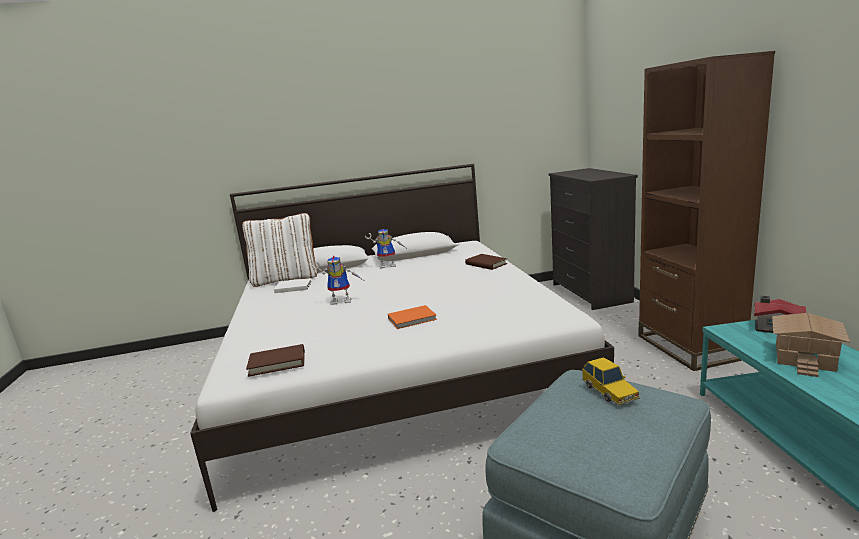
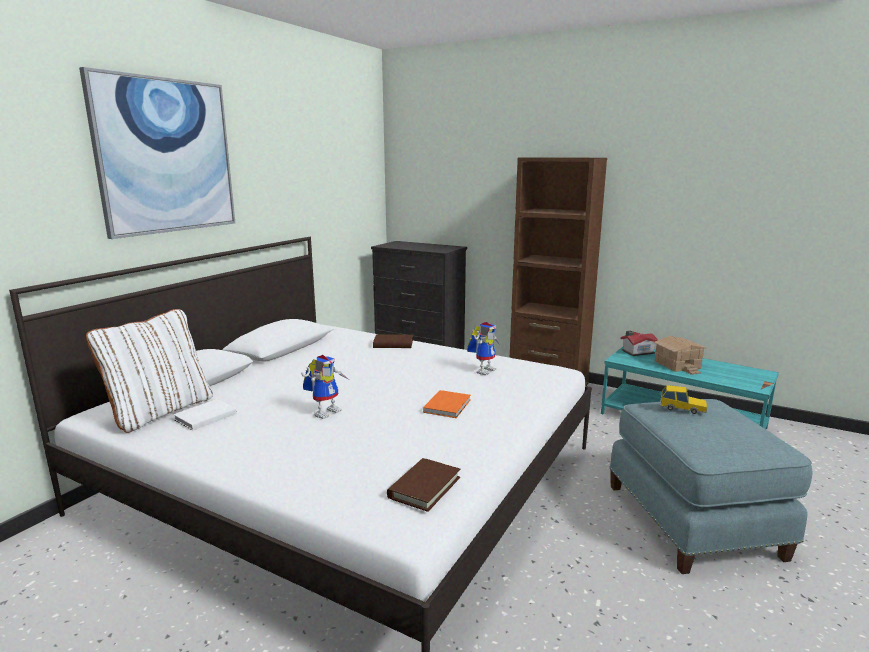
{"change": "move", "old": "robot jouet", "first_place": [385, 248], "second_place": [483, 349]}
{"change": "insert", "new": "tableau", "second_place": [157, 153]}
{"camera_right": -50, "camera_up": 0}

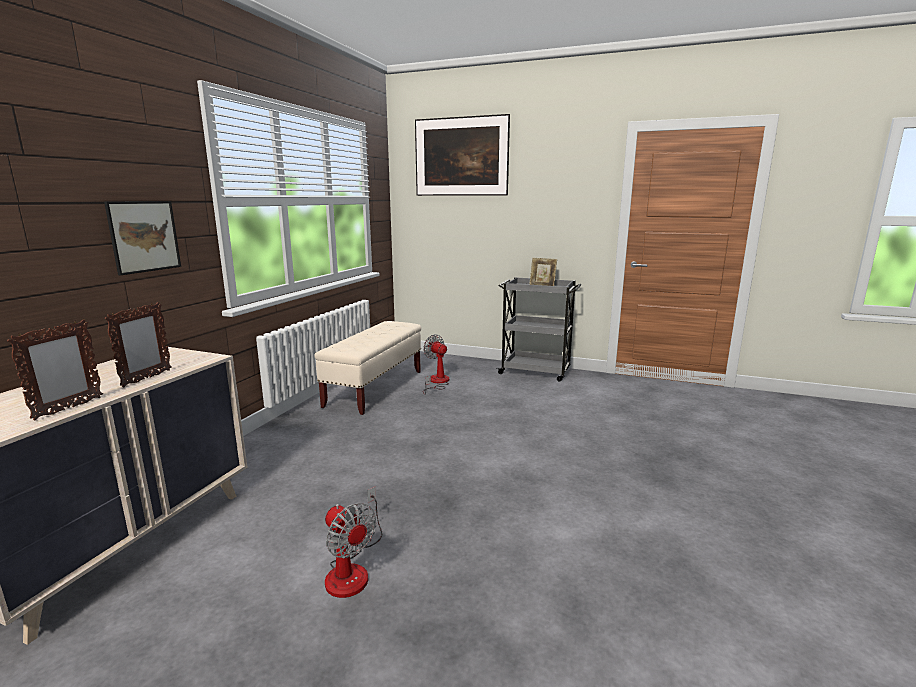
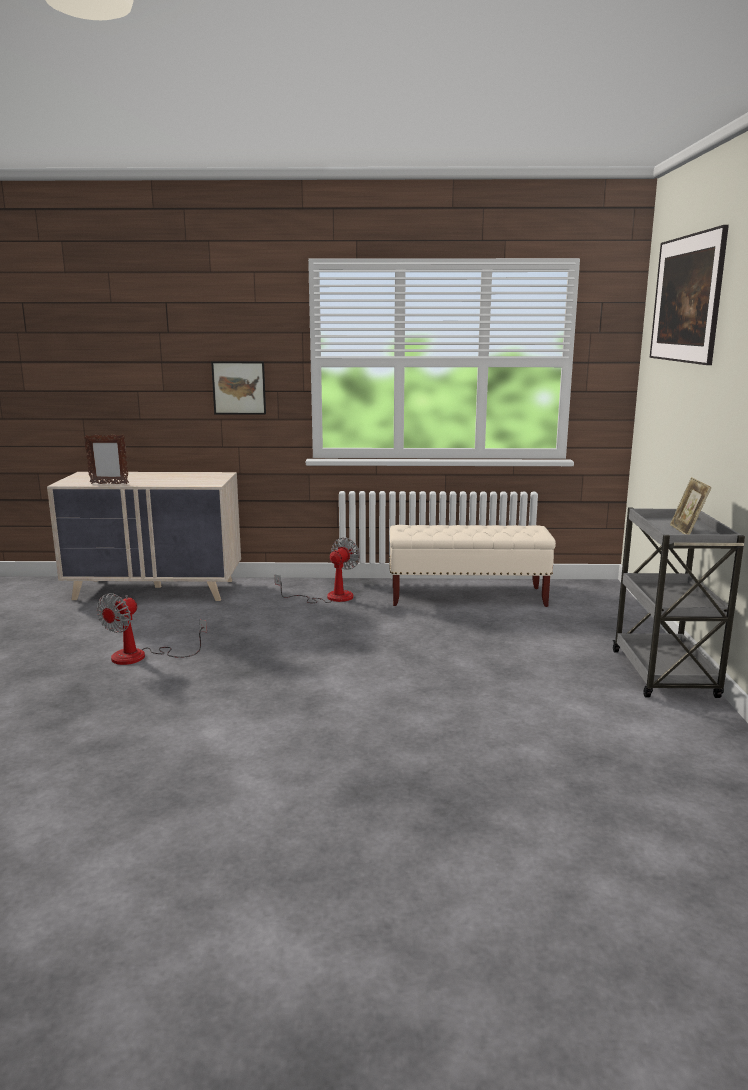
{"change": "delete", "old": "cadre photo", "first_place": [138, 344]}
{"change": "move", "old": "ventilateur", "first_place": [436, 364], "second_place": [317, 570]}
{"camera_right": 70, "camera_up": 0}

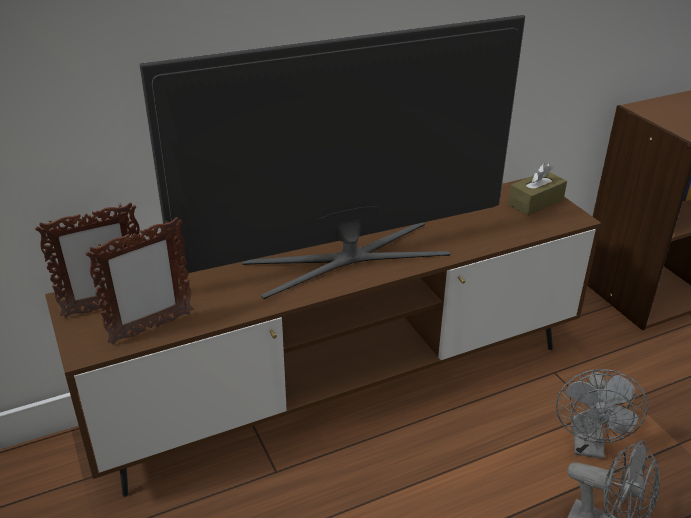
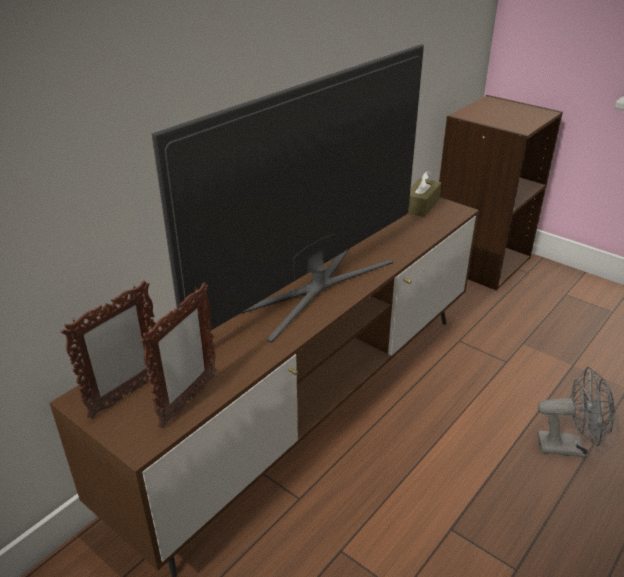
{"change": "delete", "old": "ventilateur/gris", "first_place": [602, 414]}
{"camera_right": -25, "camera_up": 0}

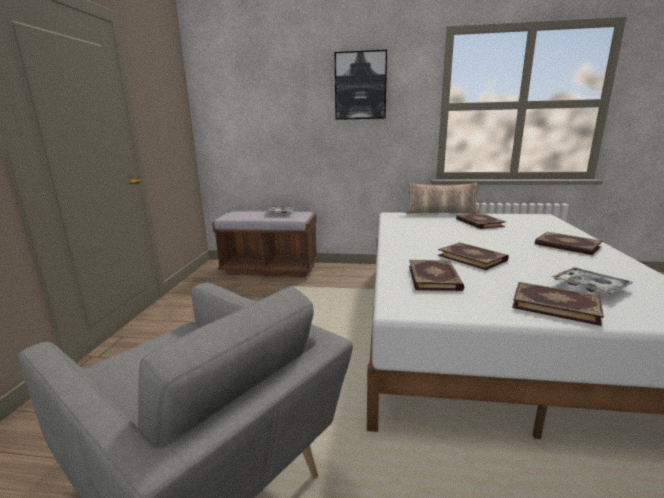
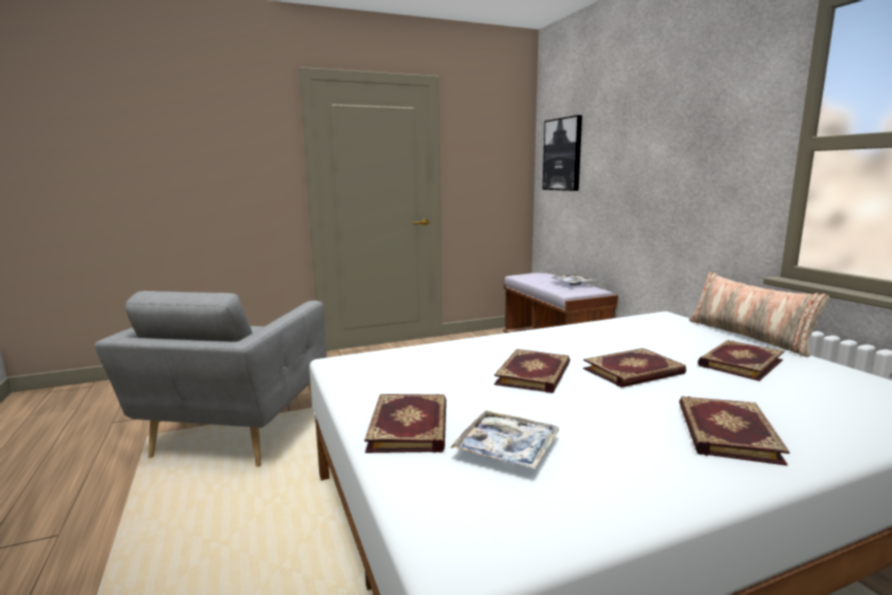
{"change": "move", "old": "tableau", "first_place": [361, 85], "second_place": [562, 153]}
{"change": "move", "old": "livre", "first_place": [436, 275], "second_place": [634, 368]}
{"camera_right": 60, "camera_up": -5}

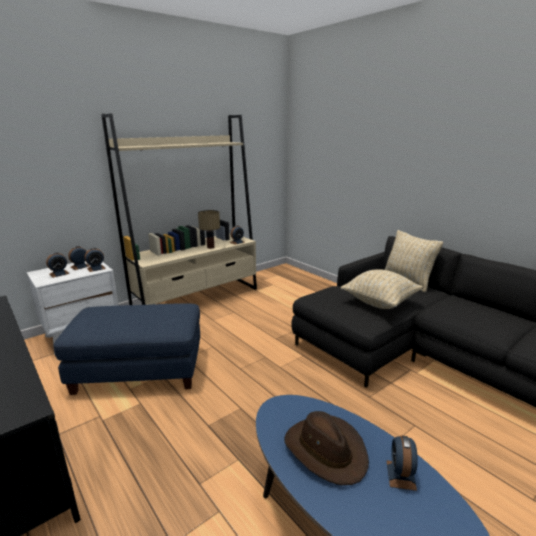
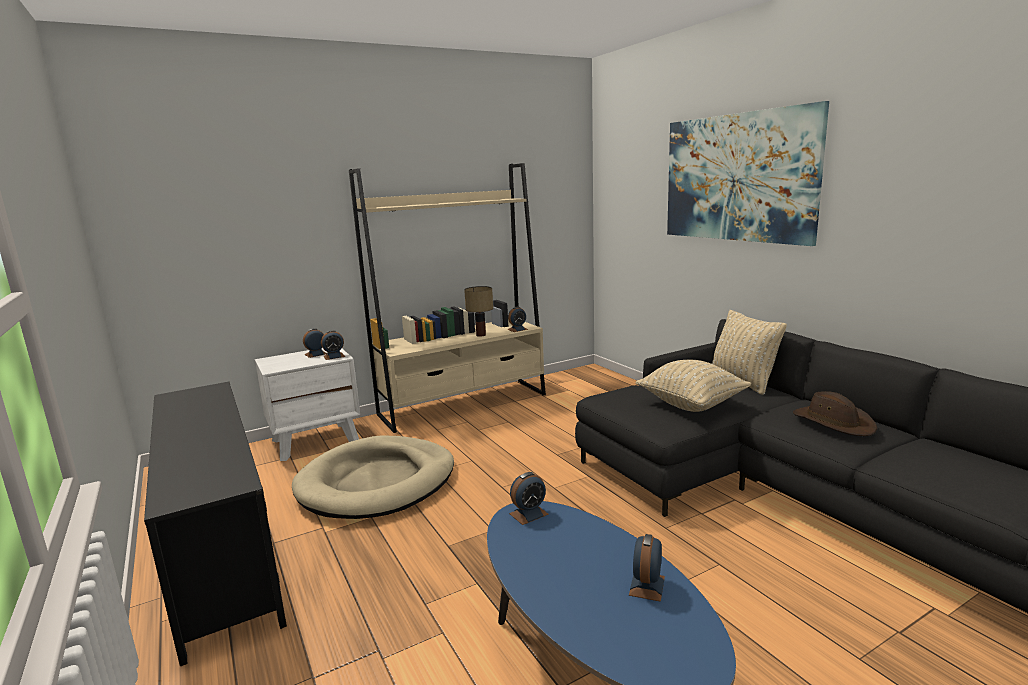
{"change": "move", "old": "réveil", "first_place": [58, 265], "second_place": [529, 498]}
{"change": "replace", "old": "pouf/bleu", "new": "panier pour chien/beige", "first_place": [126, 349], "second_place": [373, 477]}
{"change": "move", "old": "chapeau/marron", "first_place": [327, 448], "second_place": [835, 413]}
{"change": "insert", "new": "tableau", "second_place": [748, 173]}
{"camera_right": 10, "camera_up": -5}

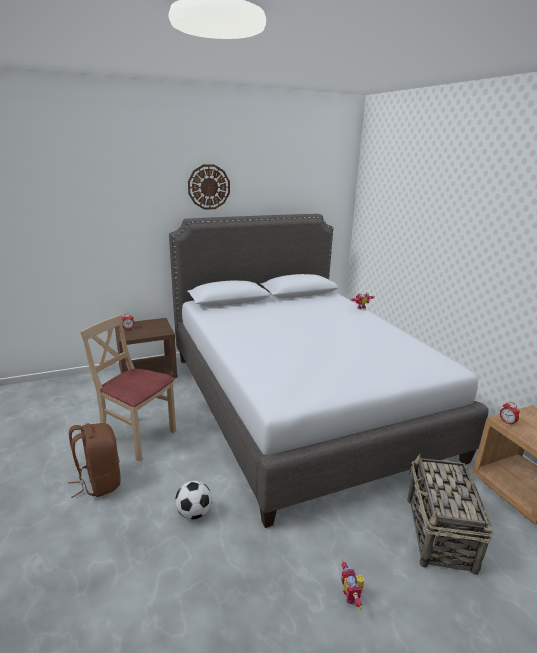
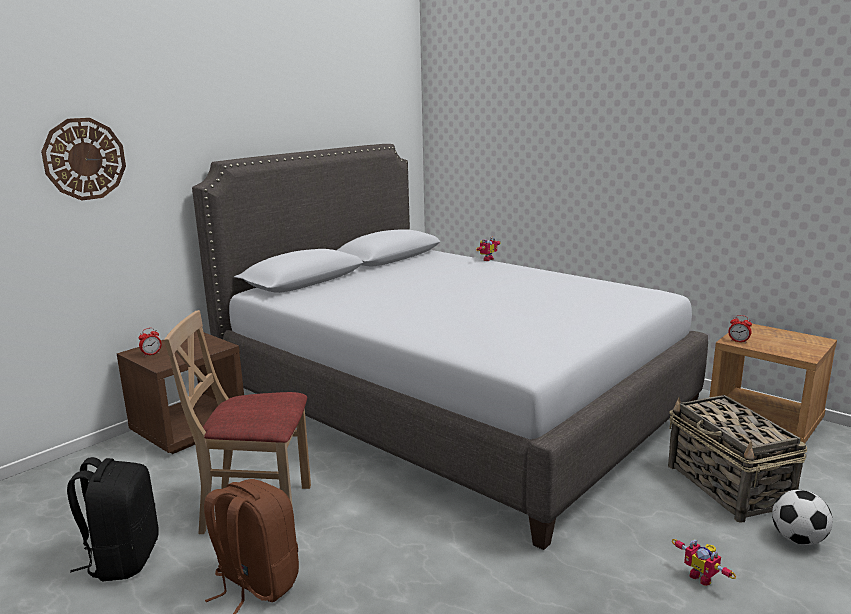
{"change": "move", "old": "horloge murale", "first_place": [209, 187], "second_place": [83, 159]}
{"change": "move", "old": "ballon de foot", "first_place": [193, 500], "second_place": [802, 517]}
{"change": "insert", "new": "sac à dos/noir", "second_place": [113, 519]}
{"camera_right": -25, "camera_up": -5}

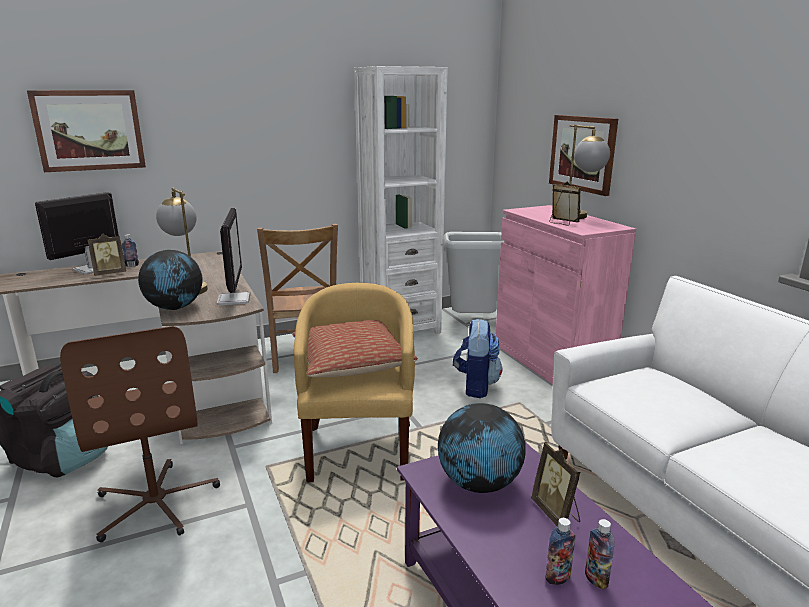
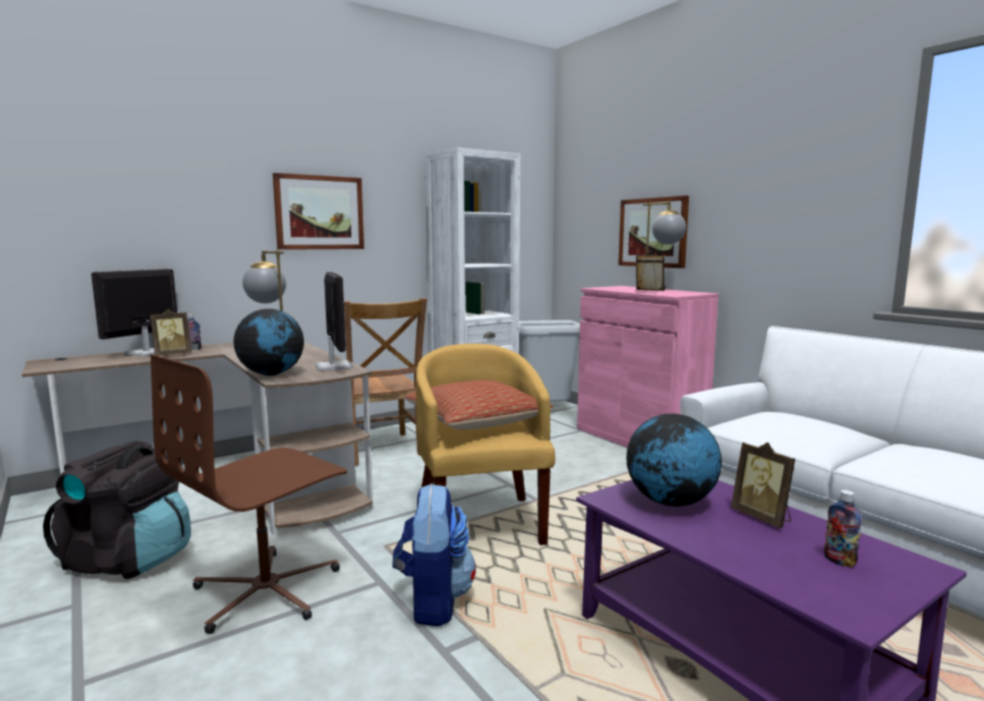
{"change": "move", "old": "tableau", "first_place": [86, 131], "second_place": [318, 211]}
{"change": "move", "old": "sac à dos", "first_place": [478, 358], "second_place": [434, 555]}
{"change": "rotate", "old": "chaise de bureau/marron", "first_place": [140, 434], "second_place": [249, 494], "degrees": 75}
{"change": "delete", "old": "bouteille", "first_place": [560, 551]}
{"camera_right": -10, "camera_up": -10}

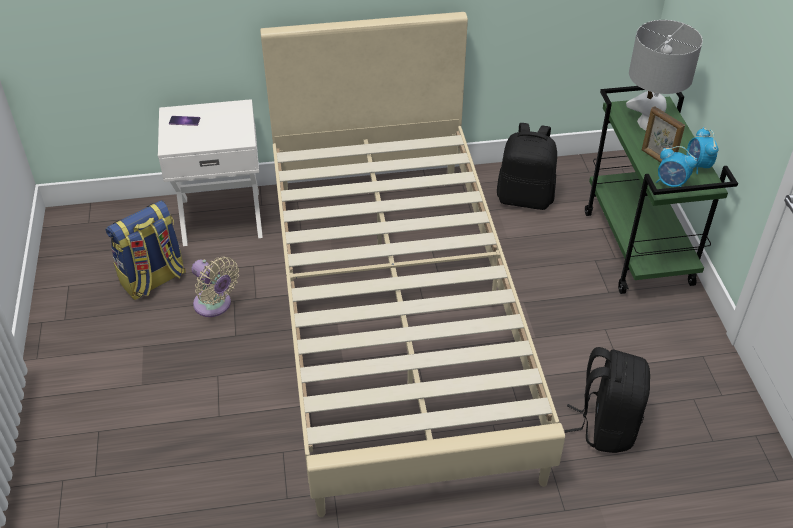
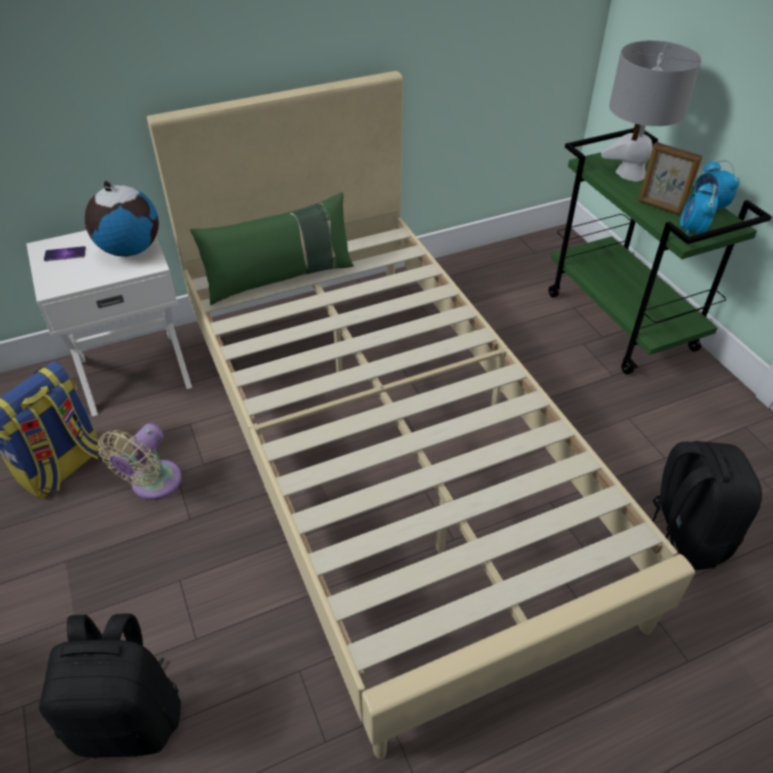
{"change": "move", "old": "sac à dos/noir", "first_place": [527, 166], "second_place": [110, 685]}
{"change": "rotate", "old": "réveil", "first_place": [676, 166], "second_place": [699, 209], "degrees": 90}
{"change": "rotate", "old": "ventilateur/beige", "first_place": [215, 287], "second_place": [139, 461], "degrees": 90}
{"change": "insert", "new": "globe", "second_place": [122, 219]}
{"change": "insert", "new": "coussin/vert", "second_place": [272, 248]}
{"camera_right": -15, "camera_up": 0}

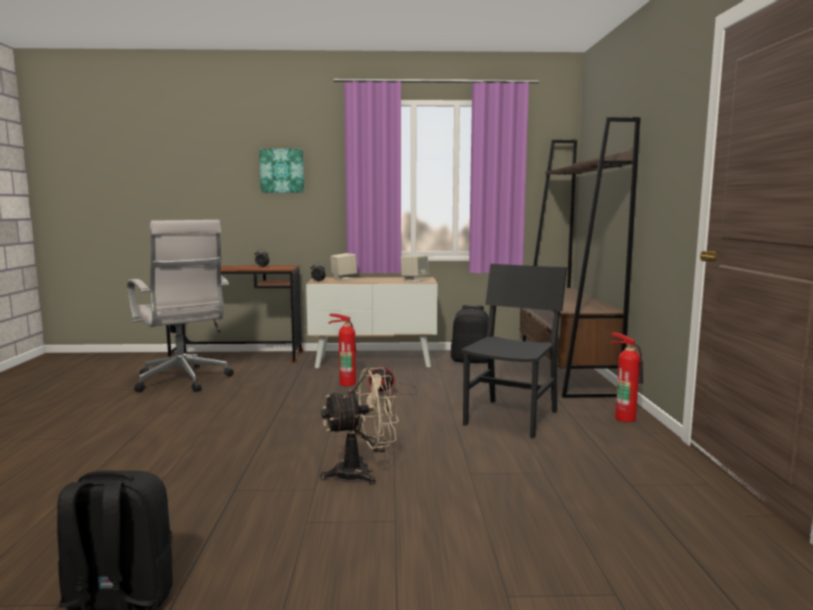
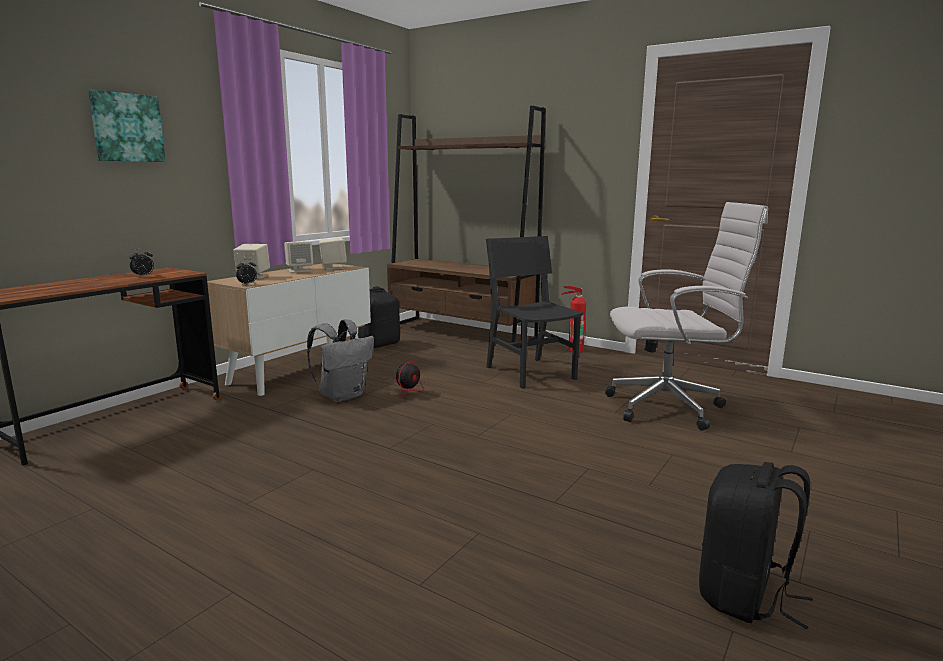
{"change": "move", "old": "chaise de bureau/blanc", "first_place": [180, 306], "second_place": [686, 316]}
{"change": "replace", "old": "extincteur", "new": "sac à dos/gris", "first_place": [342, 350], "second_place": [340, 360]}
{"change": "delete", "old": "ventilateur/beige", "first_place": [359, 426]}
{"change": "insert", "new": "enceinte/beige", "second_place": [298, 257]}
{"camera_right": -55, "camera_up": 5}

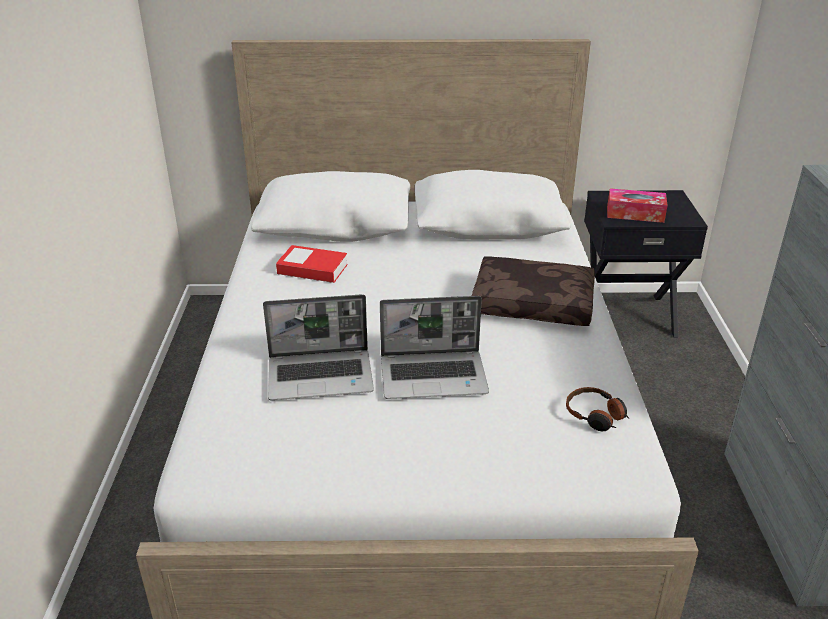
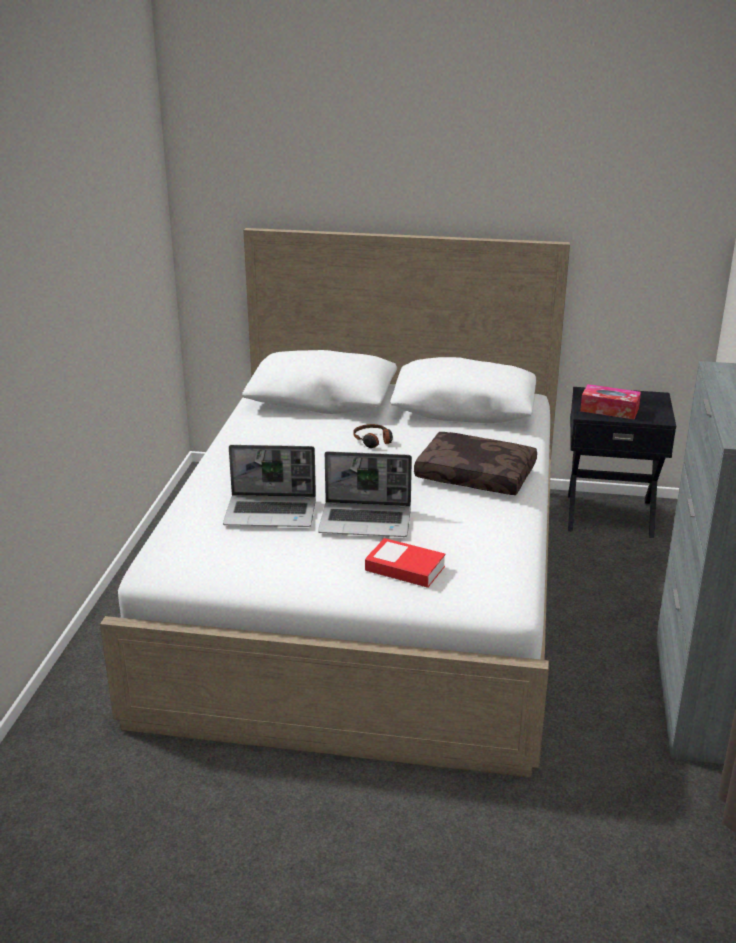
{"change": "move", "old": "livre", "first_place": [311, 264], "second_place": [405, 563]}
{"change": "move", "old": "casque audio", "first_place": [597, 409], "second_place": [373, 436]}
{"camera_right": 10, "camera_up": -5}

